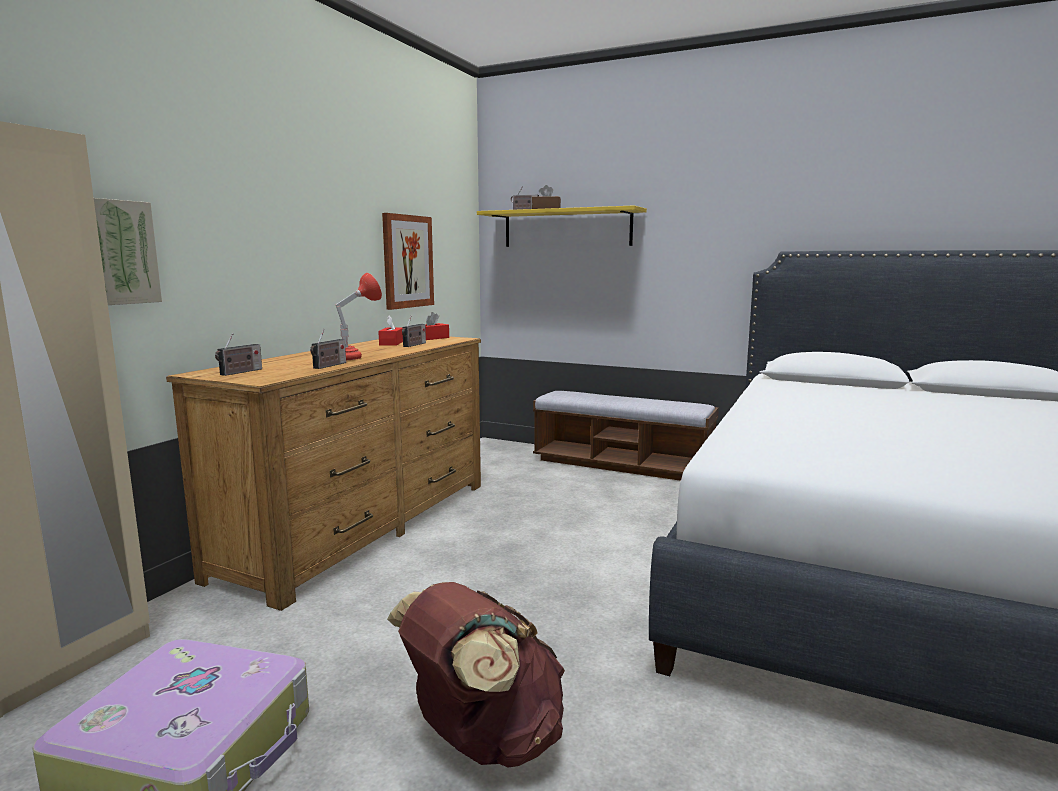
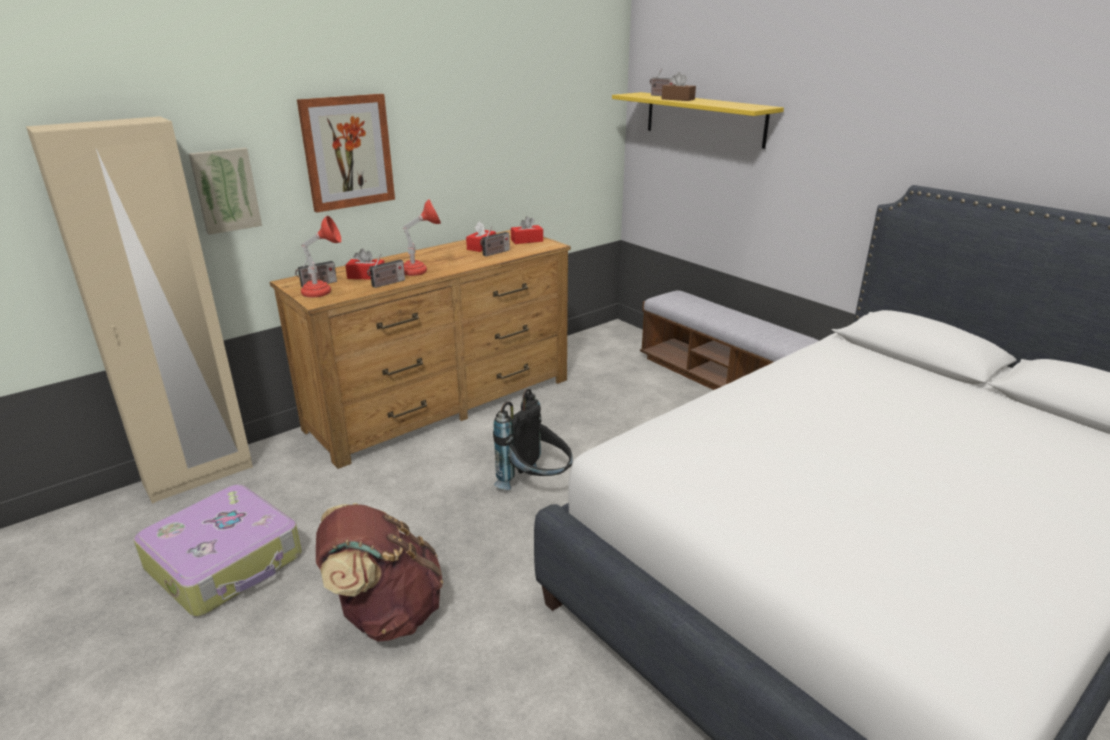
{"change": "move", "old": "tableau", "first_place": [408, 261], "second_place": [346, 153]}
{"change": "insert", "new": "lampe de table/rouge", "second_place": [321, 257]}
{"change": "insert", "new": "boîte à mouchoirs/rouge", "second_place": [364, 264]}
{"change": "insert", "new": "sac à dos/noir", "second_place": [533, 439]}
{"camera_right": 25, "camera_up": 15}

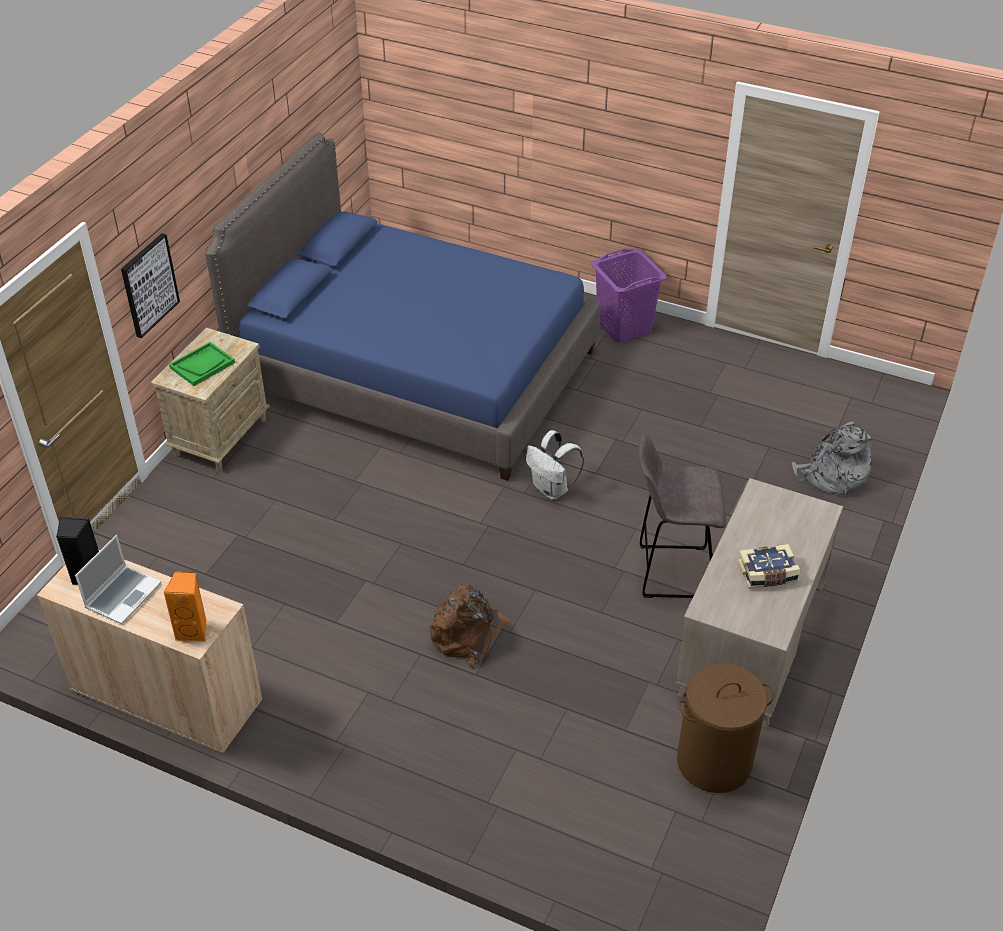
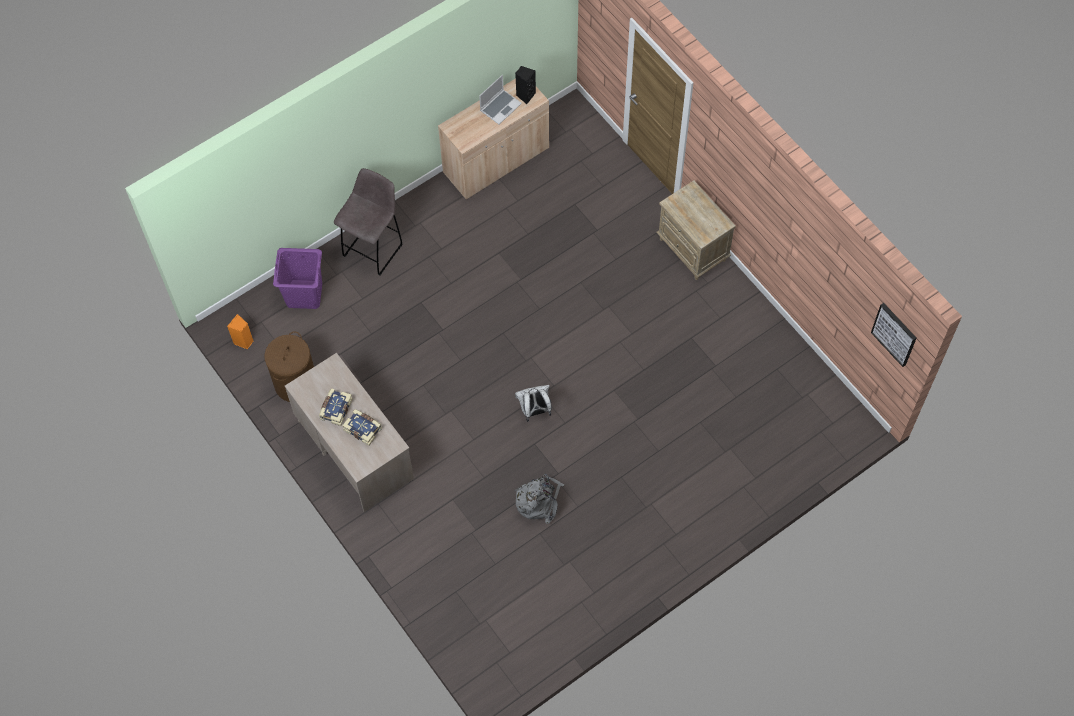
{"change": "delete", "old": "lit/bleu", "first_place": [402, 307]}
{"change": "move", "old": "tableau", "first_place": [150, 285], "second_place": [893, 335]}
{"change": "move", "old": "panier à linge/violet", "first_place": [629, 295], "second_place": [297, 278]}
{"change": "delete", "old": "plateau/vert", "first_place": [202, 364]}
{"change": "move", "old": "sac à dos/gris", "first_place": [832, 458], "second_place": [540, 499]}
{"change": "move", "old": "tabouret/gris", "first_place": [682, 515], "second_place": [368, 221]}
{"change": "rotate", "old": "ordinateur portable", "first_place": [118, 579], "second_place": [500, 99], "degrees": -105}
{"change": "move", "old": "enceinte/orange", "first_place": [185, 606], "second_place": [240, 331]}
{"change": "delete", "old": "sac à dos/marron", "first_place": [470, 624]}
{"change": "insert", "new": "livre", "second_place": [362, 427]}
{"camera_right": 120, "camera_up": 20}

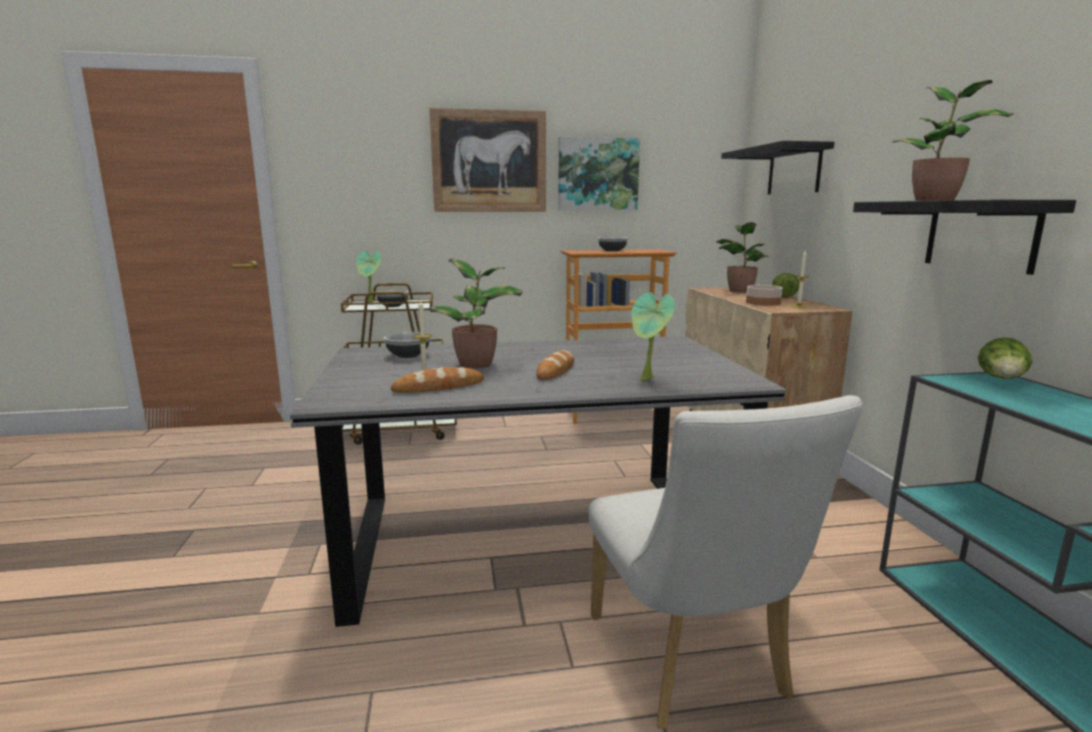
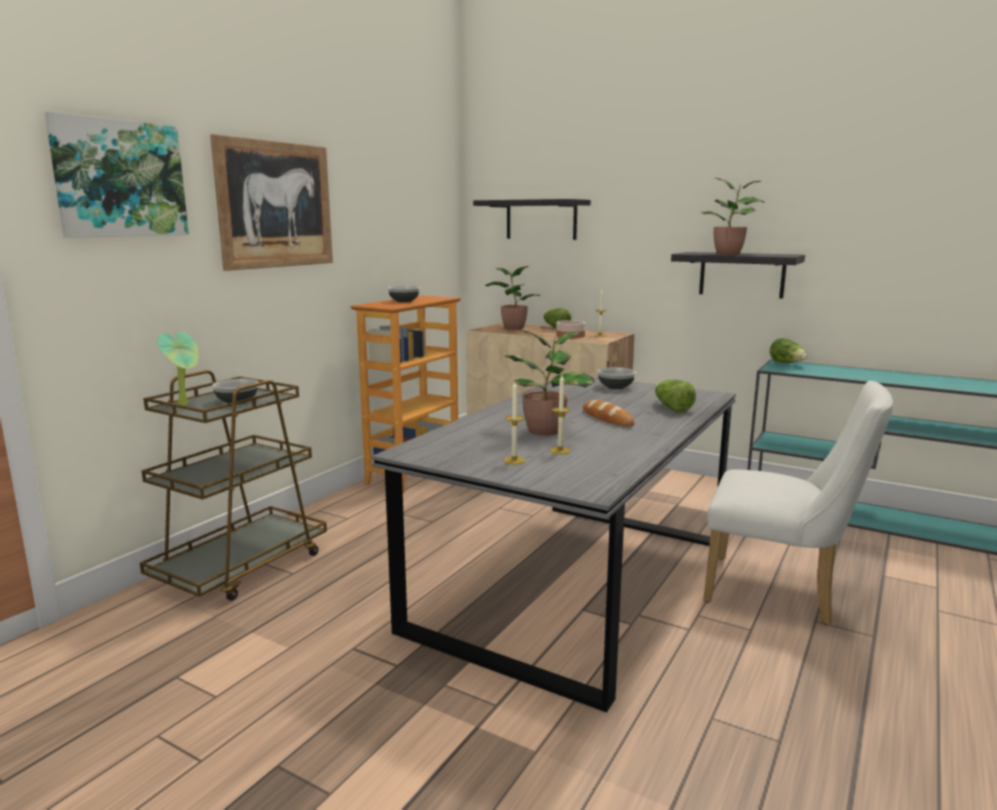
{"change": "move", "old": "tableau", "first_place": [599, 174], "second_place": [117, 174]}
{"change": "replace", "old": "plante en pot", "new": "laitue", "first_place": [653, 336], "second_place": [675, 396]}
{"change": "move", "old": "bol", "first_place": [407, 345], "second_place": [616, 378]}
{"change": "delete", "old": "pain", "first_place": [437, 380]}
{"change": "insert", "new": "bougie", "second_place": [514, 423]}
{"camera_right": -50, "camera_up": 0}

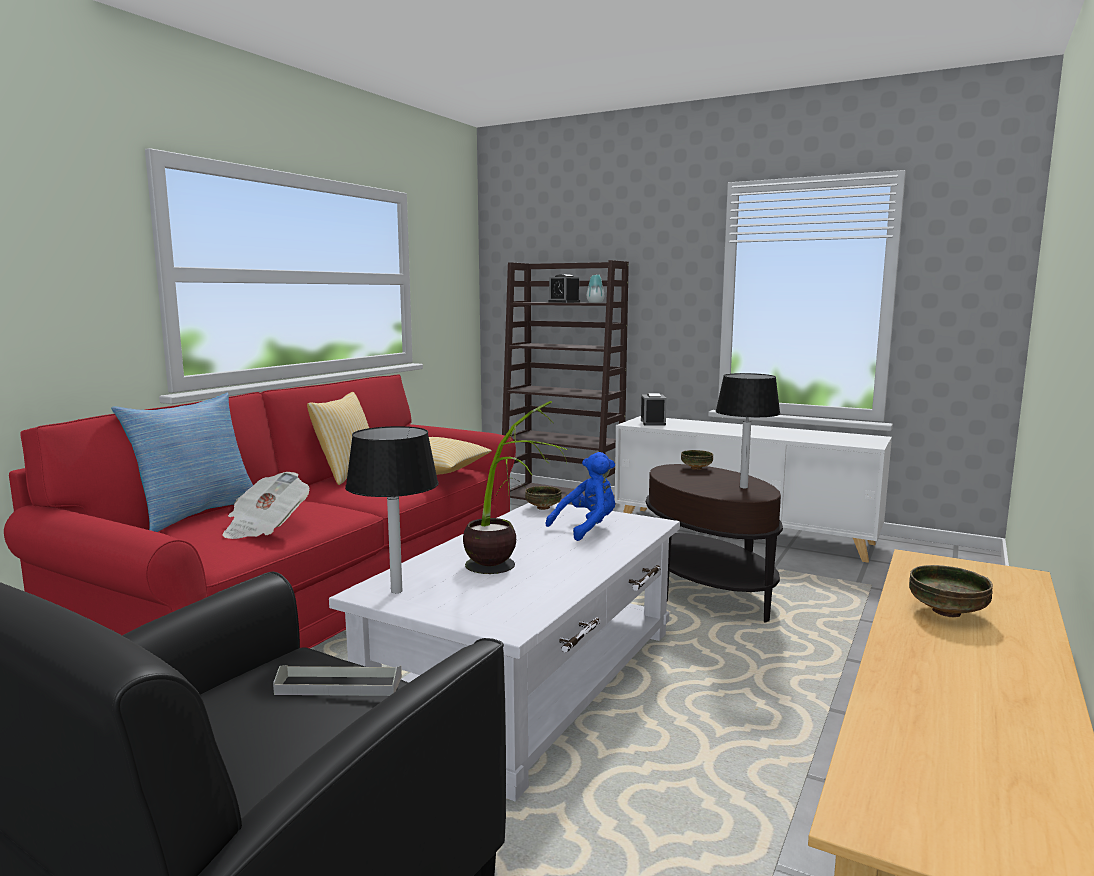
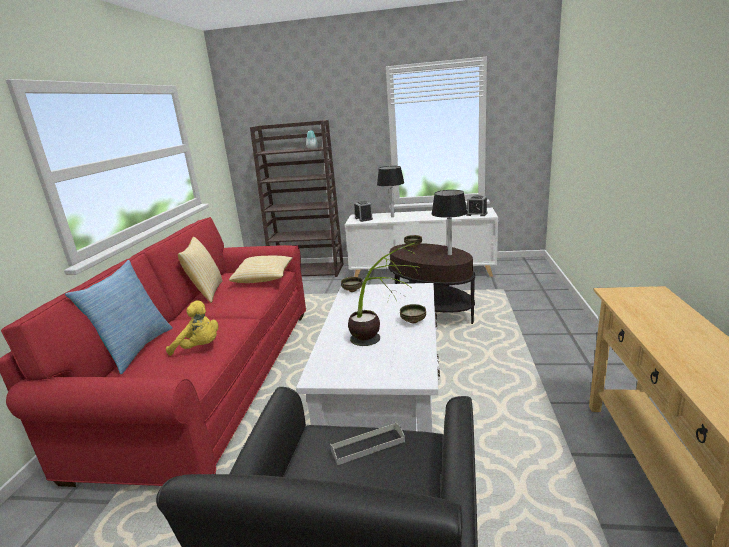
{"change": "move", "old": "réveil", "first_place": [564, 288], "second_place": [476, 205]}
{"change": "move", "old": "lampe de table/noir", "first_place": [392, 509], "second_place": [390, 191]}
{"change": "delete", "old": "peluche/bleu", "first_place": [580, 496]}
{"change": "replace", "old": "journal", "new": "peluche/jaune", "first_place": [266, 505], "second_place": [192, 328]}
{"change": "move", "old": "bol", "first_place": [951, 591], "second_place": [413, 313]}
{"camera_right": -20, "camera_up": 10}

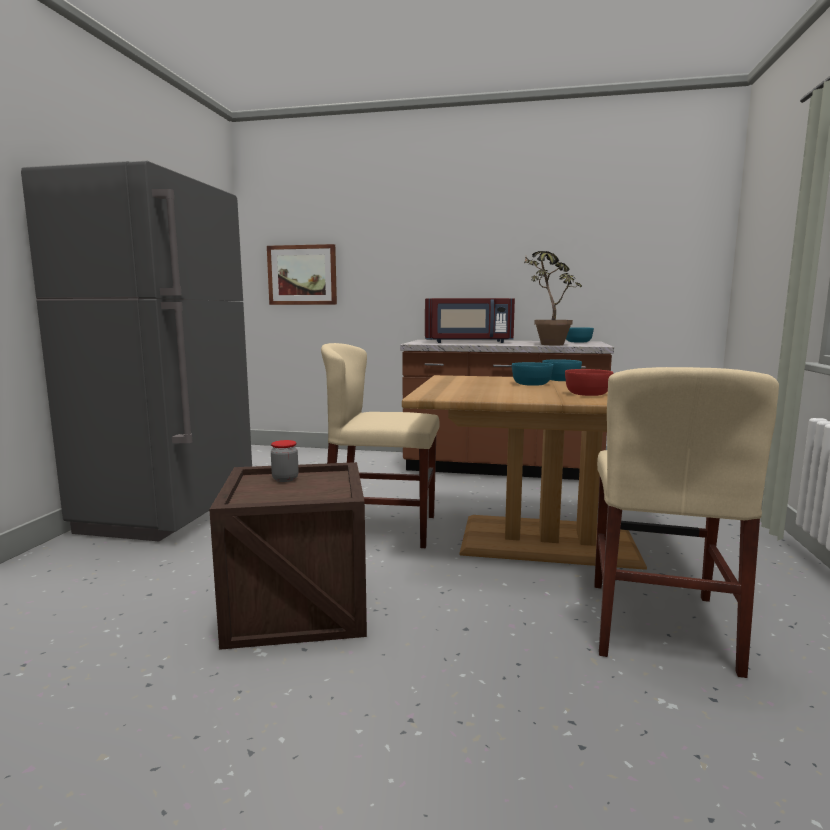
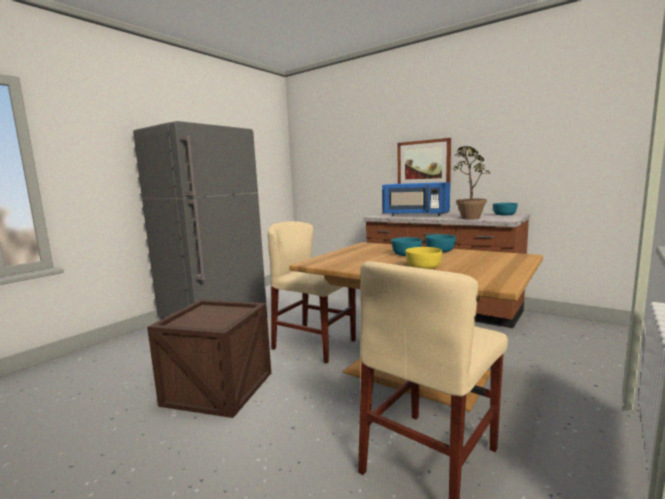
{"change": "move", "old": "tableau", "first_place": [302, 274], "second_place": [424, 161]}
{"change": "recolor", "old": "micro-ondes/rouge", "new": "micro-ondes/bleu", "first_place": [470, 320], "second_place": [416, 199]}
{"change": "recolor", "old": "bol/rouge", "new": "bol/jaune", "first_place": [589, 382], "second_place": [423, 258]}
{"change": "delete", "old": "bocal", "first_place": [284, 461]}
{"camera_right": 25, "camera_up": 0}

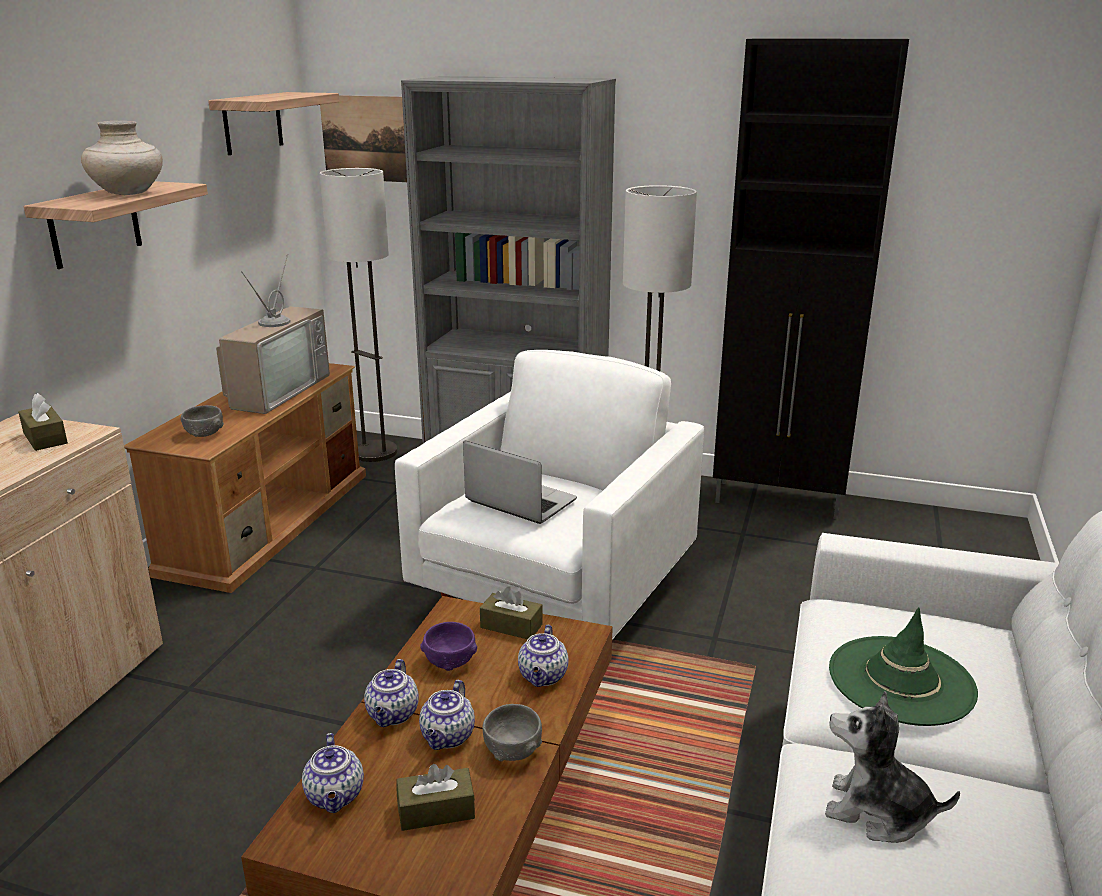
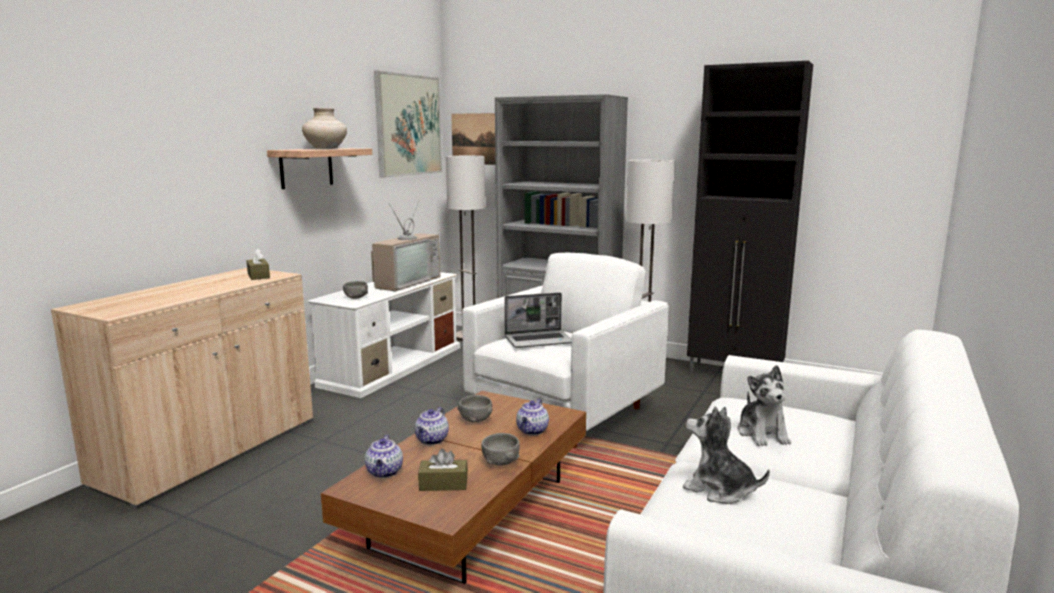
{"change": "replace", "old": "étagère", "new": "tableau", "first_place": [273, 123], "second_place": [408, 124]}
{"change": "recolor", "old": "meuble télé/marron", "new": "meuble télé/blanc", "first_place": [245, 478], "second_place": [383, 335]}
{"change": "rotate", "old": "ordinateur portable", "first_place": [520, 482], "second_place": [538, 320], "degrees": 120}
{"change": "delete", "old": "boîte à mouchoirs/marron", "first_place": [511, 612]}
{"change": "replace", "old": "chapeau/vert", "new": "peluche", "first_place": [903, 666], "second_place": [764, 405]}
{"change": "recolor", "old": "bol/violet", "new": "bol/gris", "first_place": [448, 646], "second_place": [475, 408]}
{"change": "delete", "old": "théière", "first_place": [447, 715]}
{"camera_right": 10, "camera_up": -10}

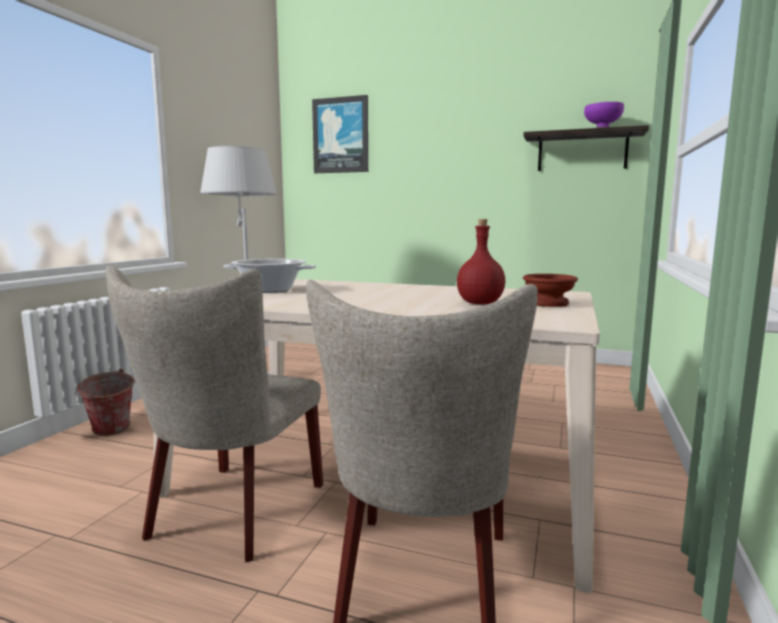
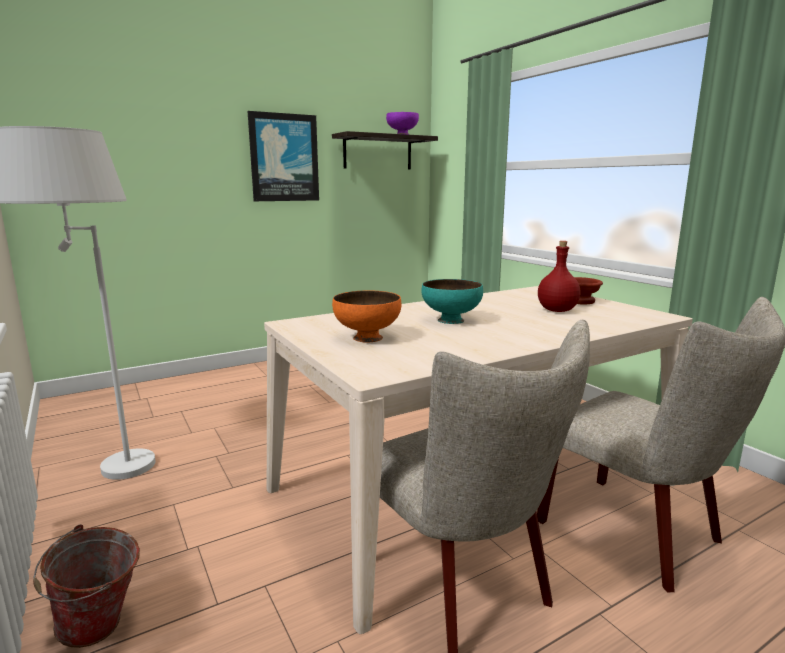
{"change": "move", "old": "tableau", "first_place": [340, 134], "second_place": [283, 156]}
{"change": "replace", "old": "marmite", "new": "bol/orange", "first_place": [270, 276], "second_place": [367, 316]}
{"change": "insert", "new": "bol/turquoise", "second_place": [452, 301]}
{"camera_right": -50, "camera_up": 5}

